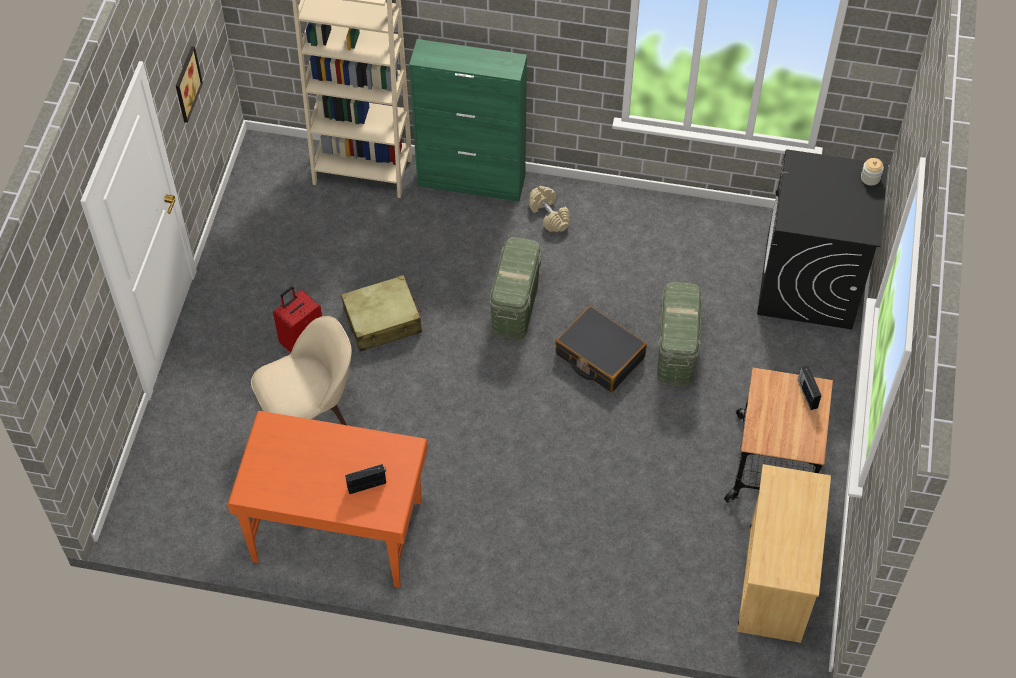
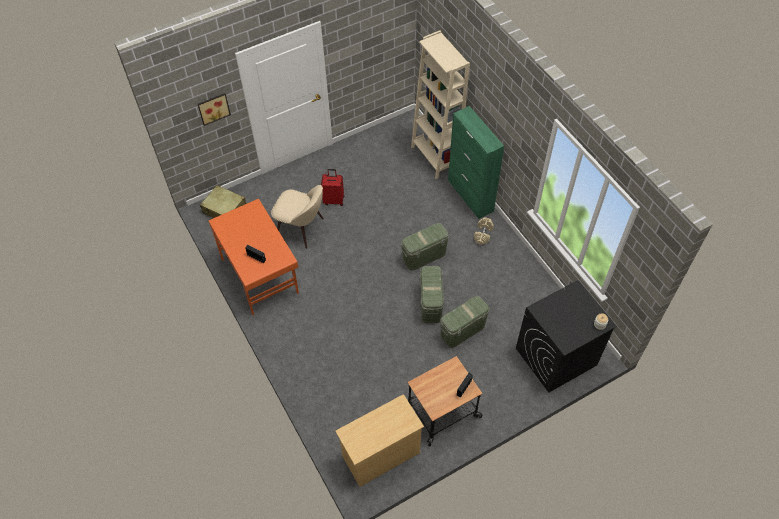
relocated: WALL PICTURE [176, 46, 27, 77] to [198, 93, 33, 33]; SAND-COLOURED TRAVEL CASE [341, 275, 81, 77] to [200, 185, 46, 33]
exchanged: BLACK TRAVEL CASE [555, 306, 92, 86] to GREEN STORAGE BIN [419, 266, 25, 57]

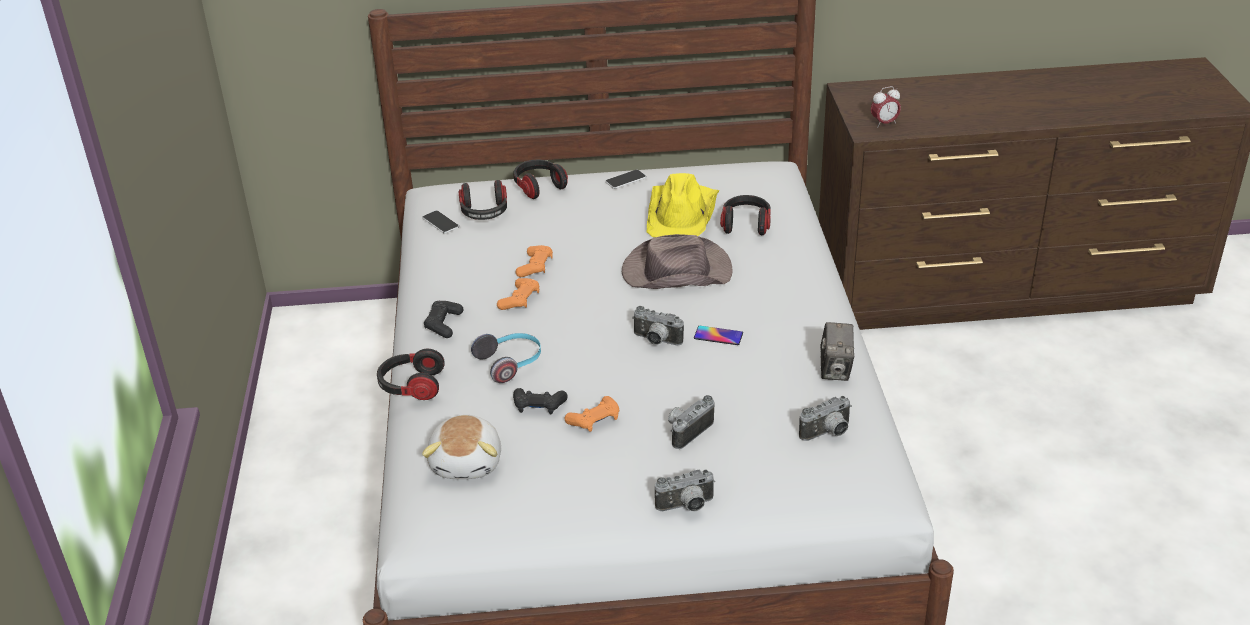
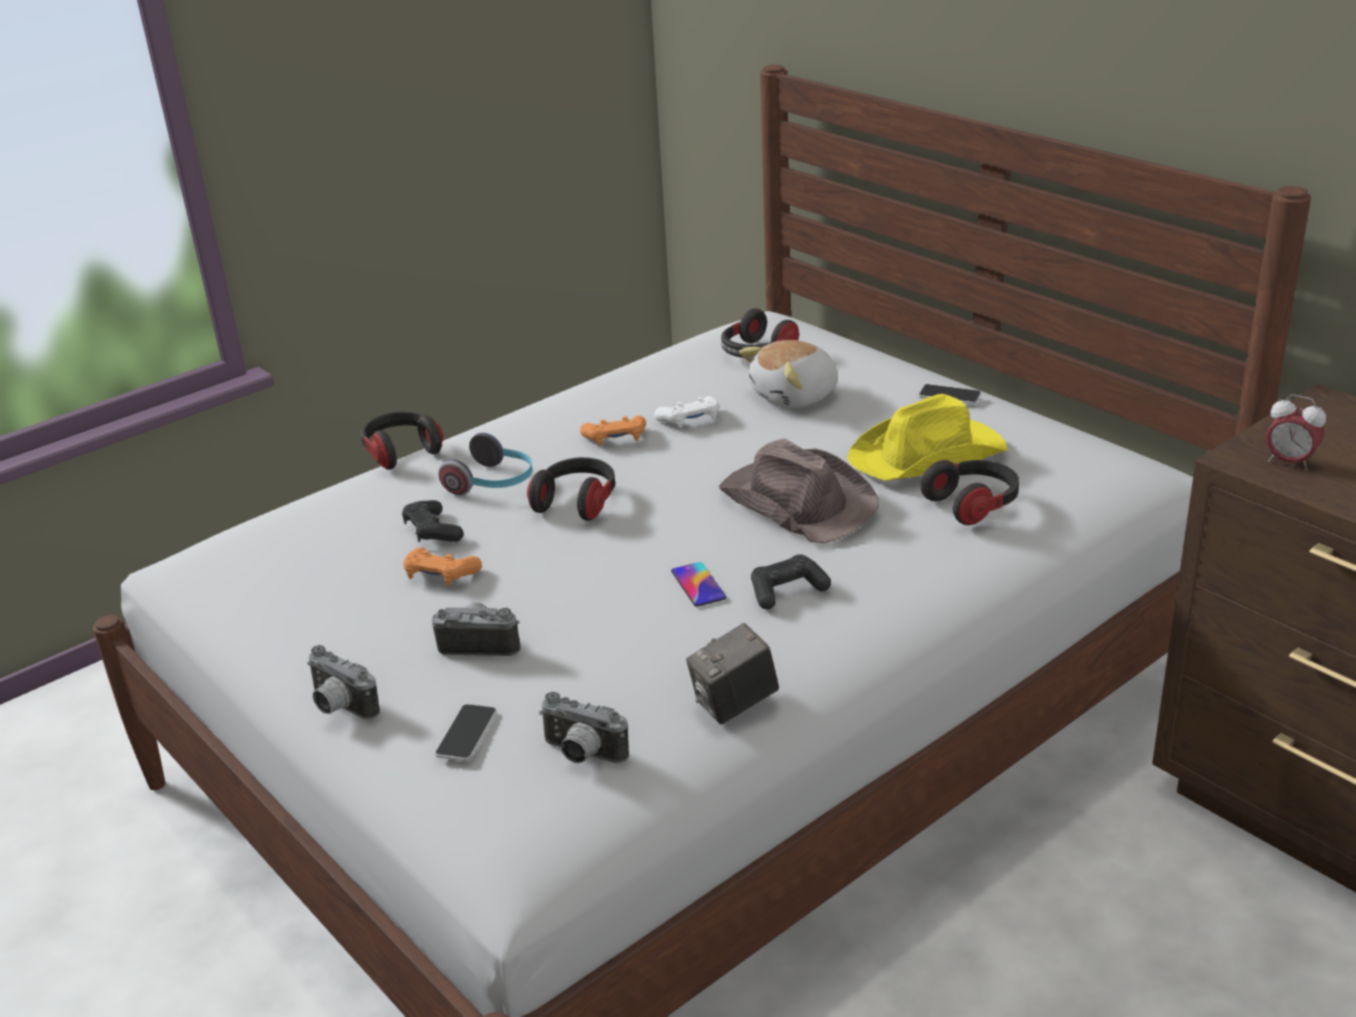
missing: STILL CAMERA [632, 306, 52, 39]
relocated: HANDSET [422, 210, 37, 24] to [435, 704, 62, 57]; SOFT TOY [422, 415, 79, 64] to [739, 340, 99, 68]; BLACK GAME CONTROLLER [424, 301, 39, 37] to [751, 554, 80, 56]; PAIR OF HEADPHONES [513, 160, 55, 39] to [527, 457, 88, 64]
colour: ORANGEY GAME CONTROLLER [516, 245, 37, 32] to WHITE-COLOURED GAME CONTROLLER [654, 396, 65, 32]

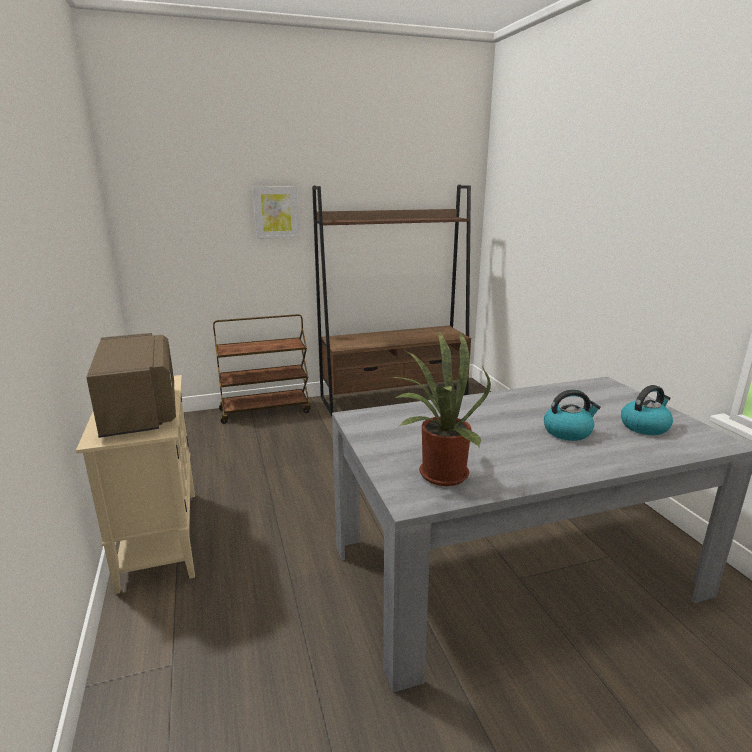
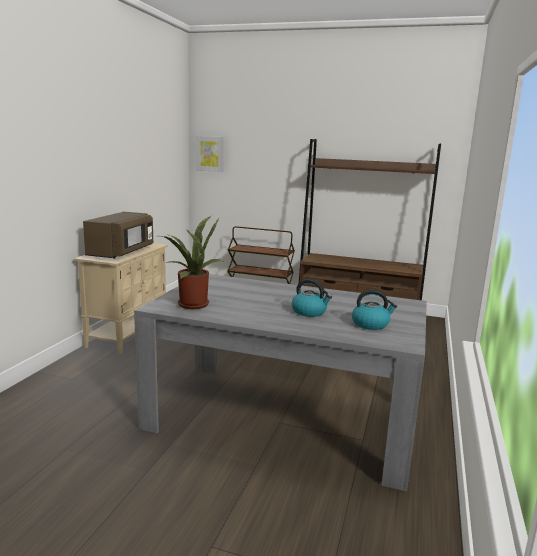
relocated: WALL PICTURE [252, 186, 47, 53] to [196, 136, 28, 36]

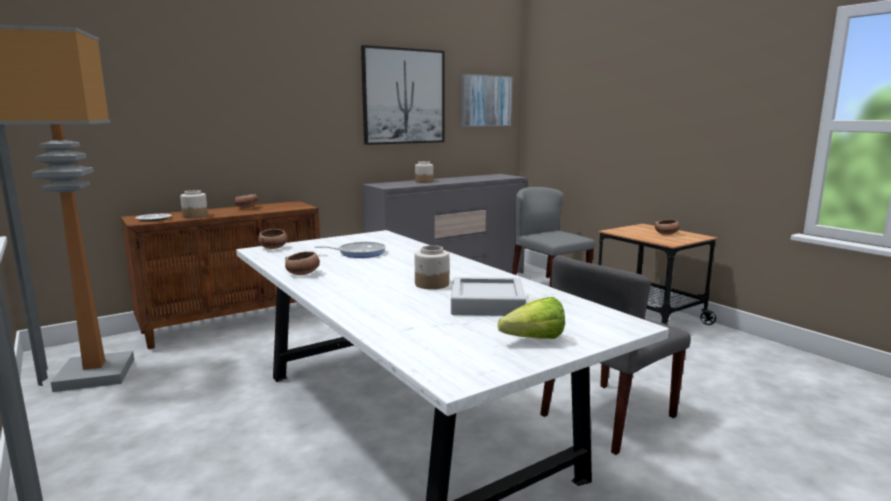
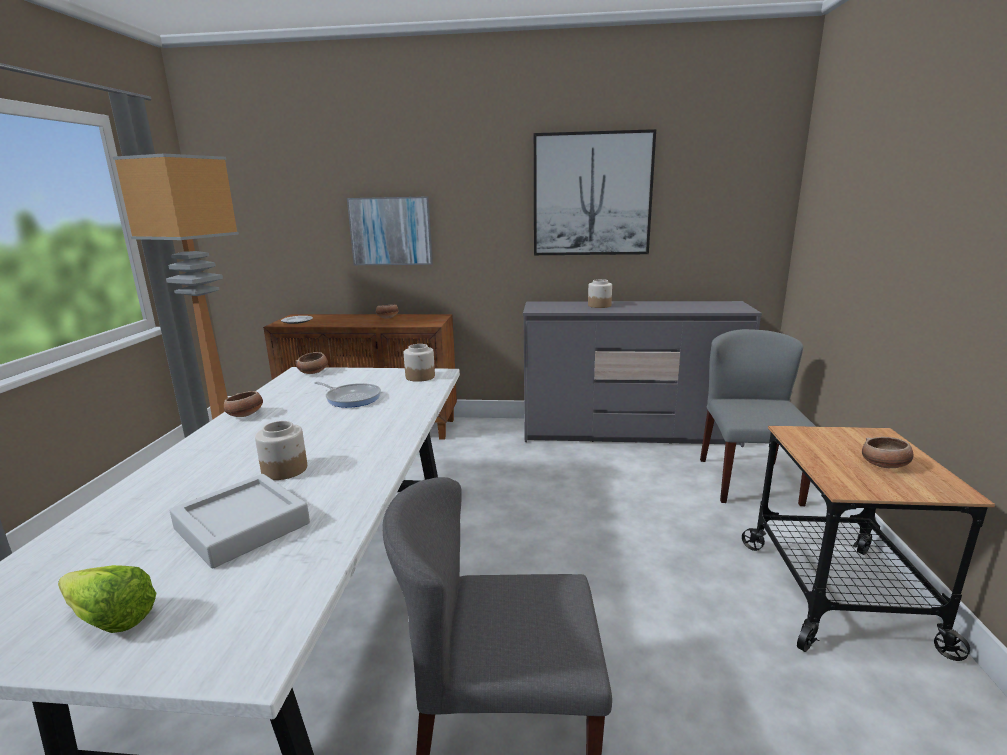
relocated: STORAGE JAR [180, 190, 28, 29] to [404, 344, 31, 38]; WALL PICTURE [461, 74, 52, 53] to [347, 196, 86, 69]

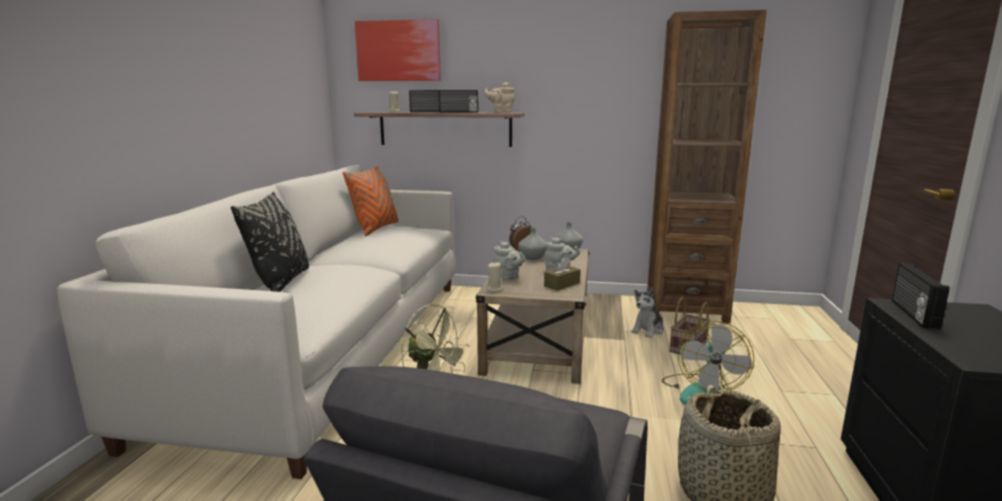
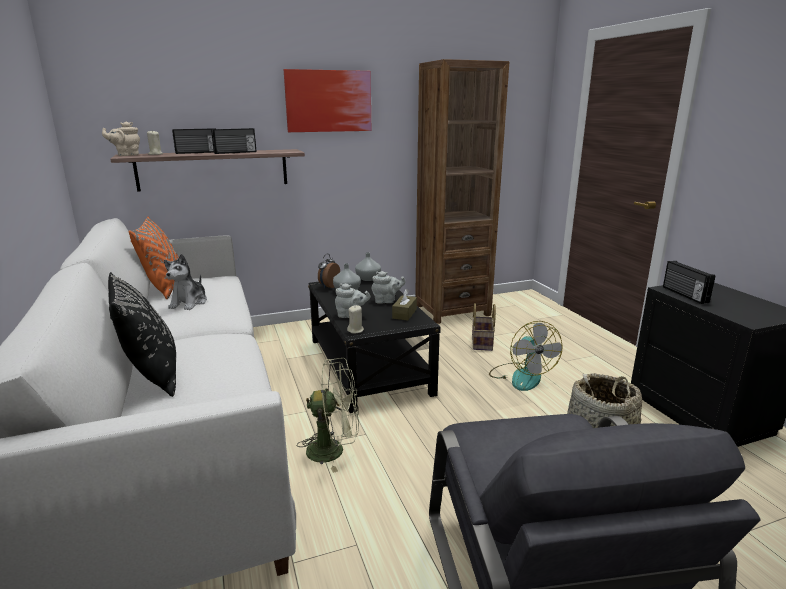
relocated: WALL PICTURE [355, 19, 86, 62] to [284, 69, 87, 63]; SAND-COLOURED TEAPOT [484, 82, 31, 31] to [102, 122, 38, 34]; SOFT TOY [631, 287, 33, 51] to [164, 254, 43, 56]
colour: SAND-COLOURED LOUNGE TABLE [476, 246, 114, 138] to BLACK LOUNGE TABLE [308, 280, 133, 133]

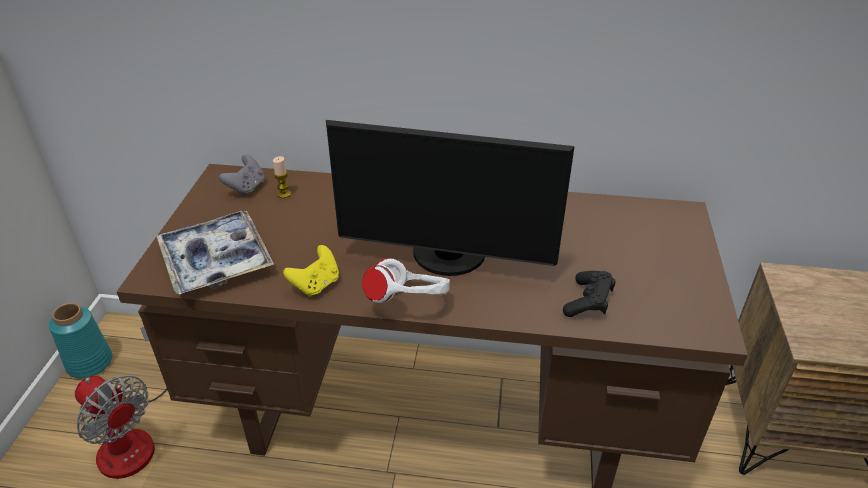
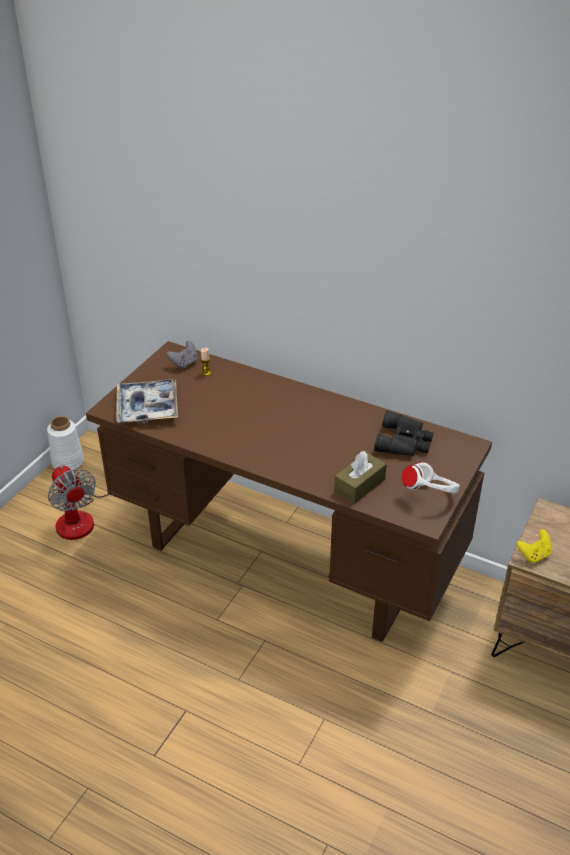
missing: COMPUTER SCREEN [326, 120, 249, 156]
appeared: BLACK PAIR OF BINOCULARS [374, 411, 59, 45]
relocated: YELLOW-COLOURED GAME CONTROLLER [283, 245, 56, 52] to [517, 530, 35, 33]; WHITE-COLOURED PAIR OF HEADPHONES [362, 258, 88, 45] to [402, 462, 58, 32]
exchanged: BLACK GAME CONTROLLER [563, 271, 52, 46] to BROWN BOX OF TISSUES [334, 451, 53, 53]
colour: TURQUOISE-COLOURED FLOWER VASE [49, 303, 63, 75] to WHITE-COLOURED FLOWER VASE [47, 416, 37, 54]

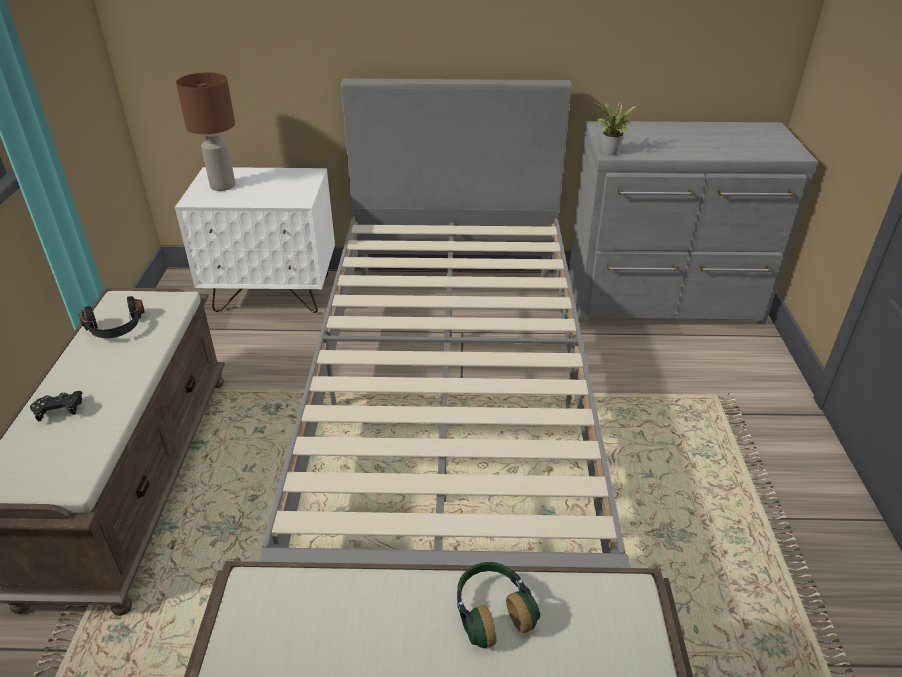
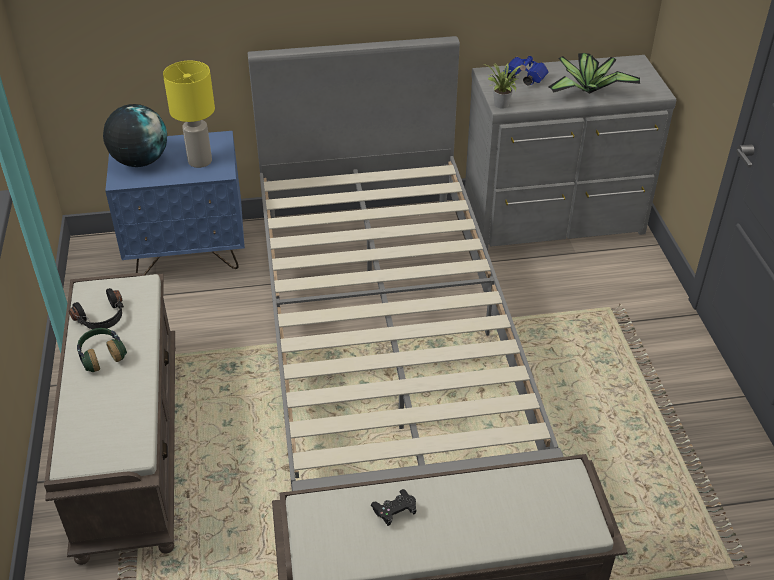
appeared: YELLOW-COLOURED TABLETOP LAMP [163, 61, 52, 107]; BLUISH PAIR OF BINOCULARS [503, 56, 45, 29]; PLANT IN A POT [549, 53, 91, 41]
relocated: BLACK GAME CONTROLLER [30, 391, 52, 30] to [371, 489, 46, 37]; PAIR OF HEADPHONES [457, 562, 83, 86] to [77, 328, 50, 44]
exchanged: BROWN TABLETOP LAMP [176, 72, 59, 119] to WORLD GLOBE [103, 104, 64, 63]
colour: WHITE-COLOURED NIGHT TABLE [175, 167, 160, 146] to BLUISH NIGHT TABLE [105, 131, 140, 144]

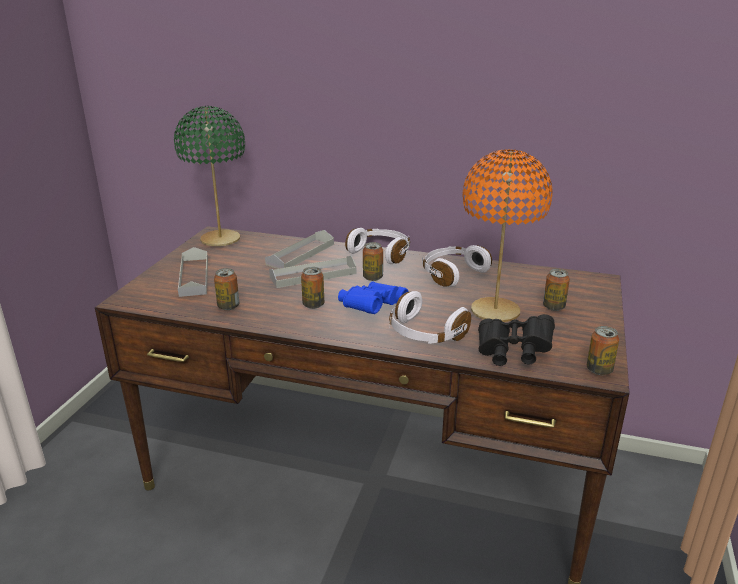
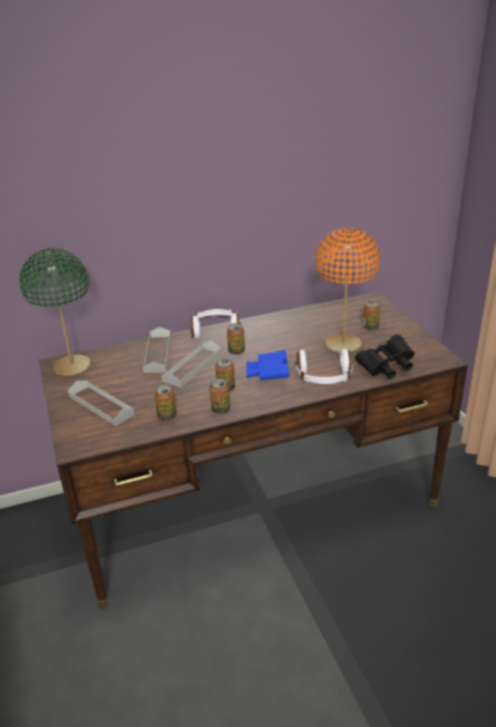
missing: WHITE-COLOURED PAIR OF HEADPHONES [422, 245, 70, 42]
relocated: CAN [587, 326, 32, 49] to [210, 378, 20, 36]

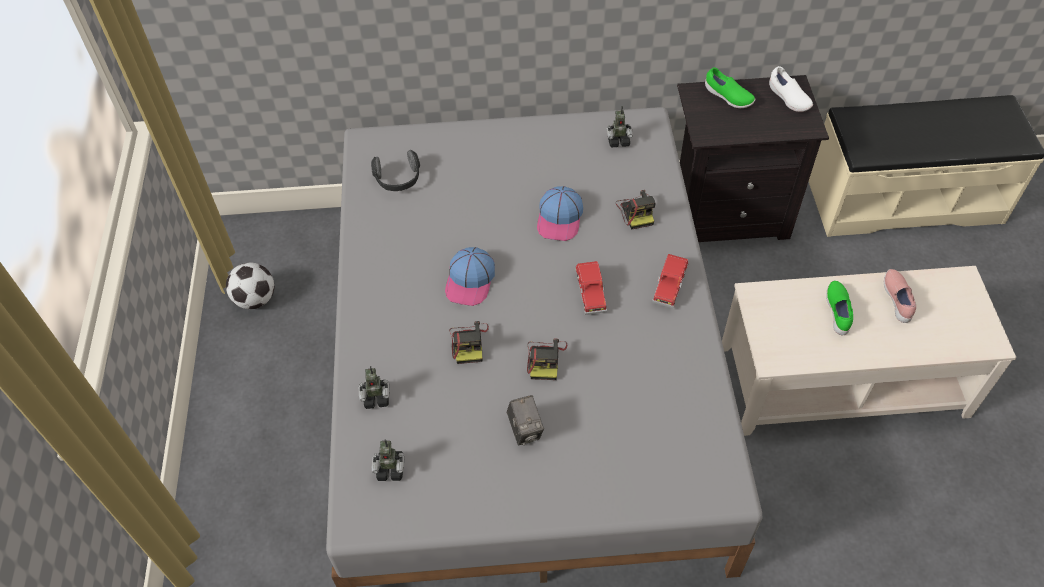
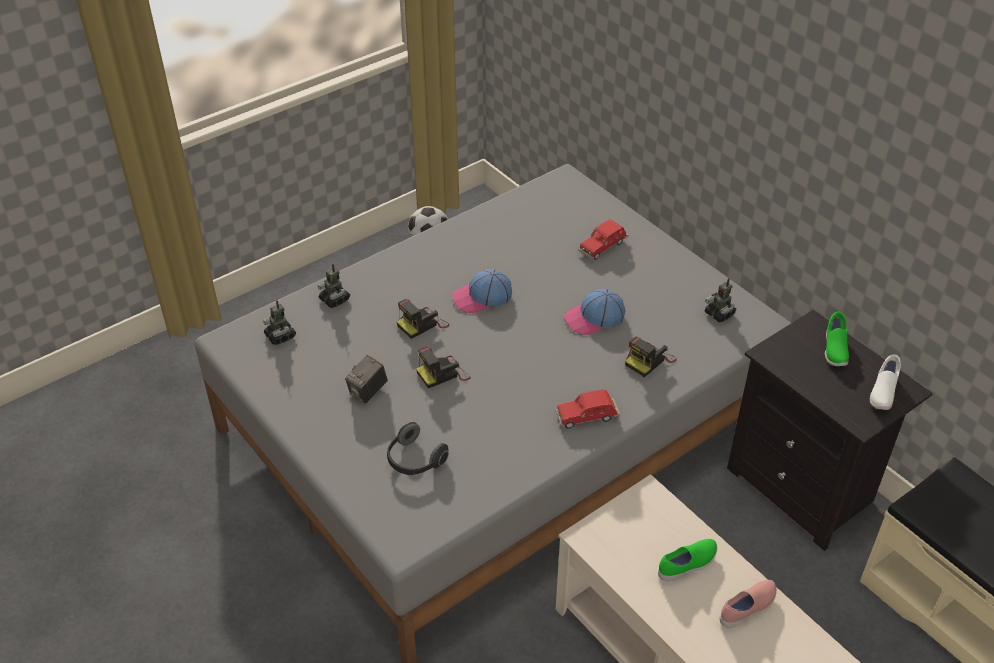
relocated: PAIR OF HEADPHONES [371, 150, 49, 41] to [387, 422, 62, 53]; RED-COLOURED MODEL CAR [575, 261, 32, 54] to [578, 219, 50, 41]

